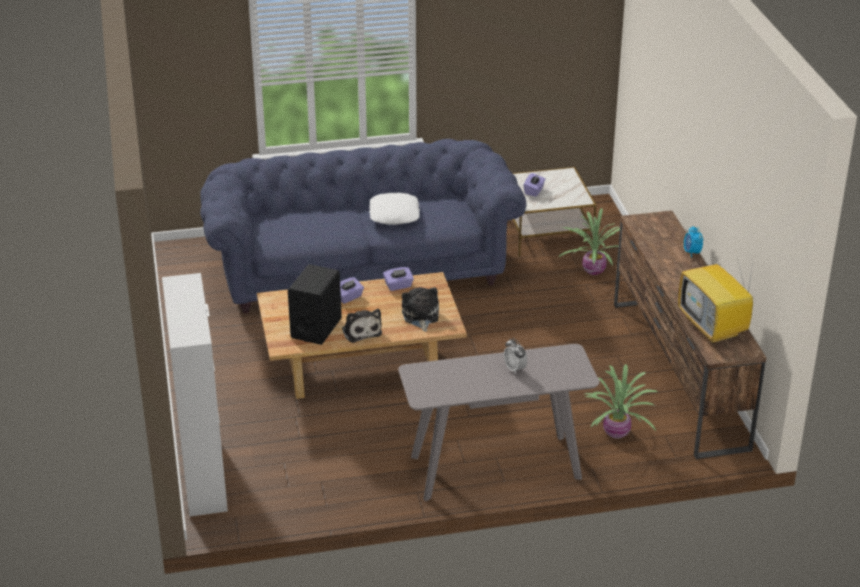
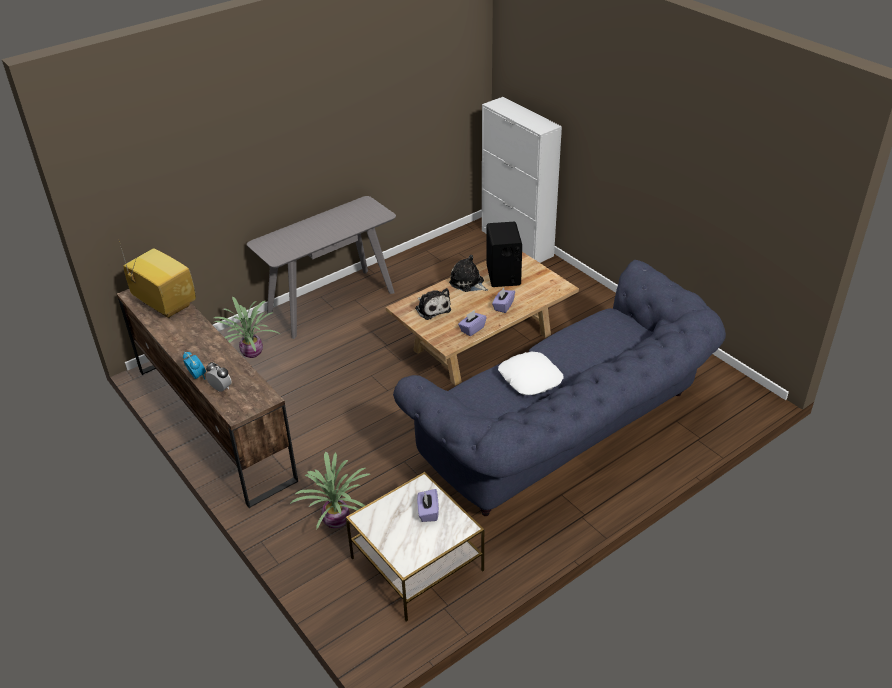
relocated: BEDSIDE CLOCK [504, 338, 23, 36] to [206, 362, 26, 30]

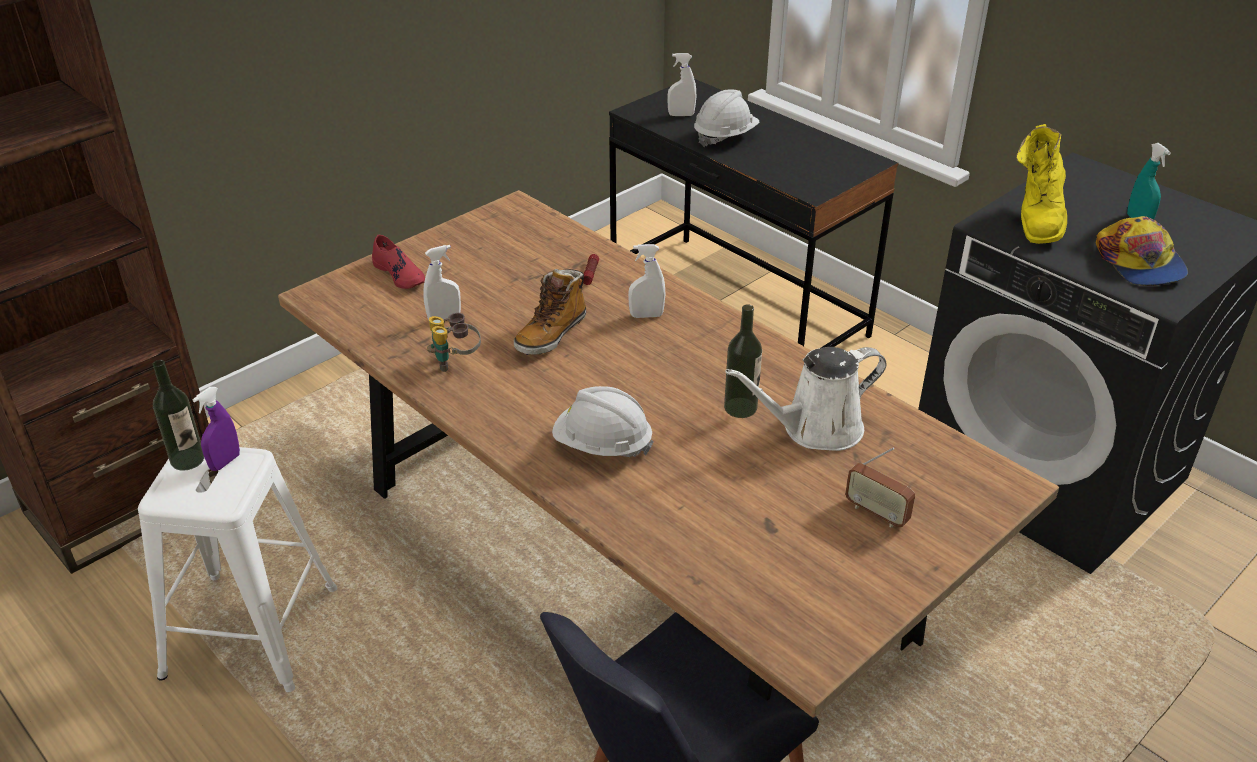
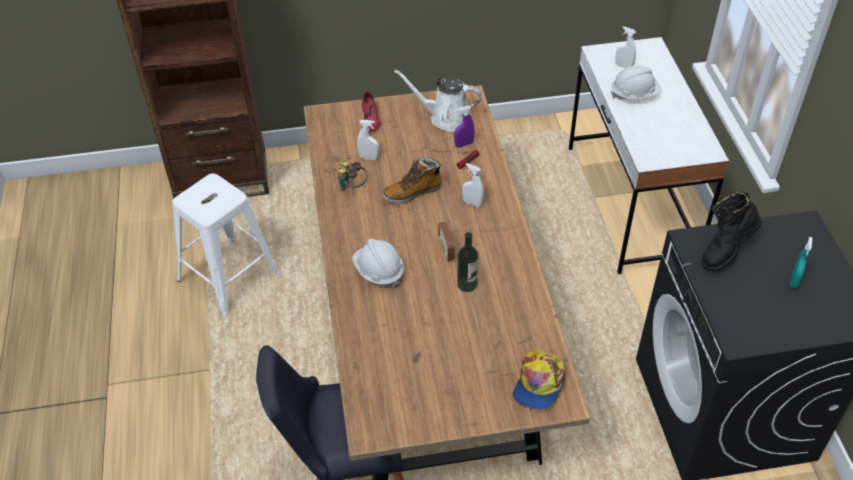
missing: DRINK BOTTLE [152, 360, 52, 111]
relocated: PURPLE-COLOURED HAND SPRAYER [192, 387, 48, 84] to [454, 106, 20, 41]; WHITE-COLOURED WATERING CAN [726, 347, 161, 104] to [394, 70, 88, 62]; RADIO [845, 448, 70, 80] to [438, 220, 17, 41]; PEAKED CAP [1096, 216, 92, 70] to [513, 350, 52, 60]
colour: BLACK DESK UNIT [609, 79, 289, 269] to WHITE-COLOURED DESK UNIT [569, 37, 160, 237]; YELLOW-COLOURED HIGH-TOP BOOT [1016, 124, 51, 120] to BLACK HIGH-TOP BOOT [701, 191, 61, 81]

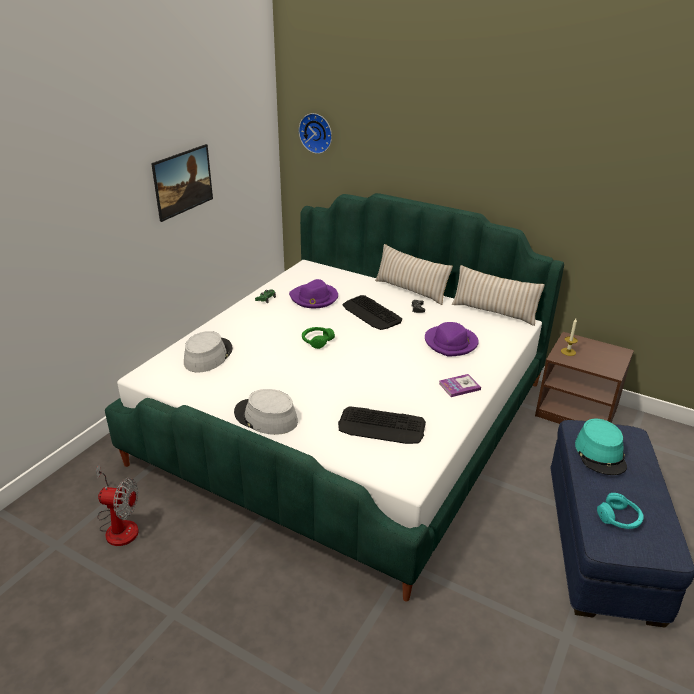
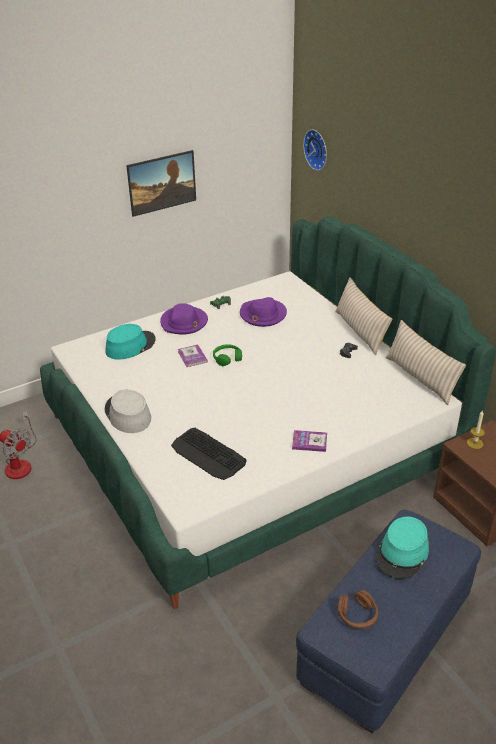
missing: COMPUTER KEYBOARD [342, 295, 60, 35]
appeared: BOUND BOOK [178, 344, 30, 23]
relocated: PURPLE-COLOURED CLOTHING HAT [425, 322, 54, 35] to [160, 303, 48, 32]
colour: GREY CLOTHING HAT [184, 331, 49, 41] to TURQUOISE-COLOURED CLOTHING HAT [105, 324, 51, 36]; TURQUOISE-COLOURED PAIR OF HEADPHONES [597, 493, 47, 36] to BROWN PAIR OF HEADPHONES [338, 590, 40, 39]

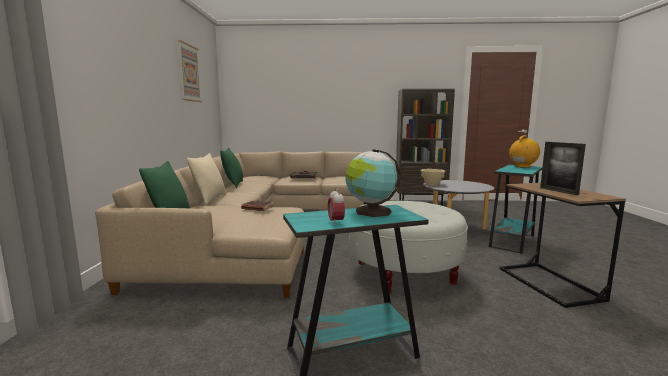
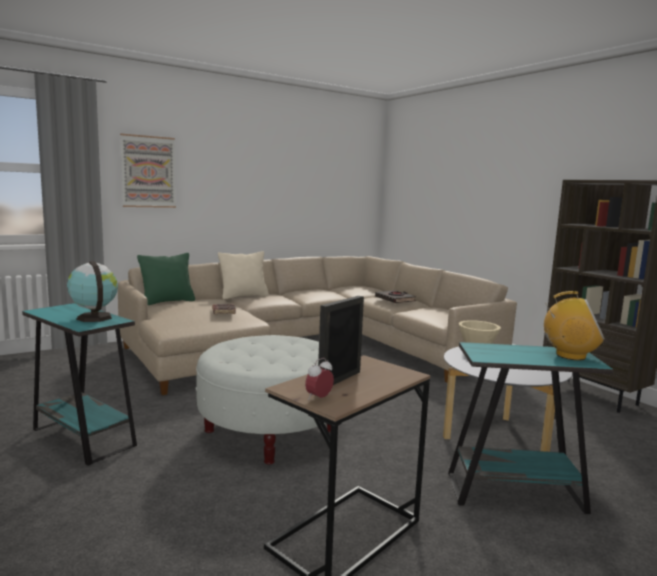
missing: GREEN PILLOW [220, 147, 23, 41]
relocated: WALL PICTURE [178, 40, 24, 62] to [120, 134, 56, 74]; BEDSIDE CLOCK [328, 188, 17, 38] to [305, 358, 29, 42]

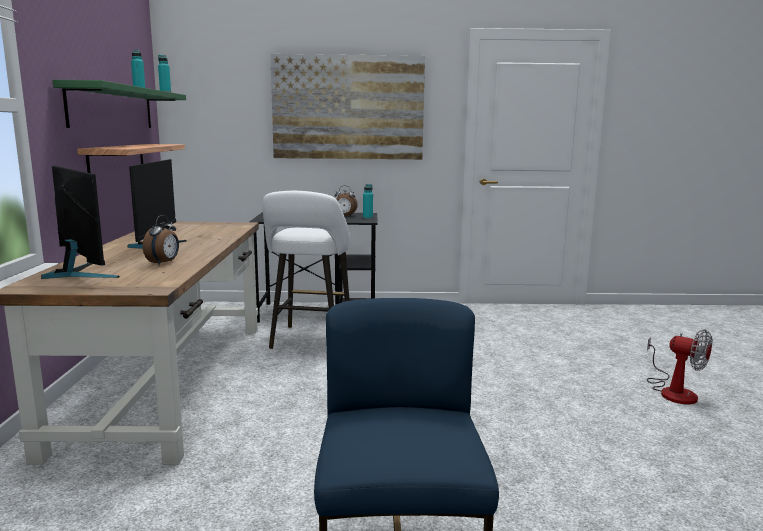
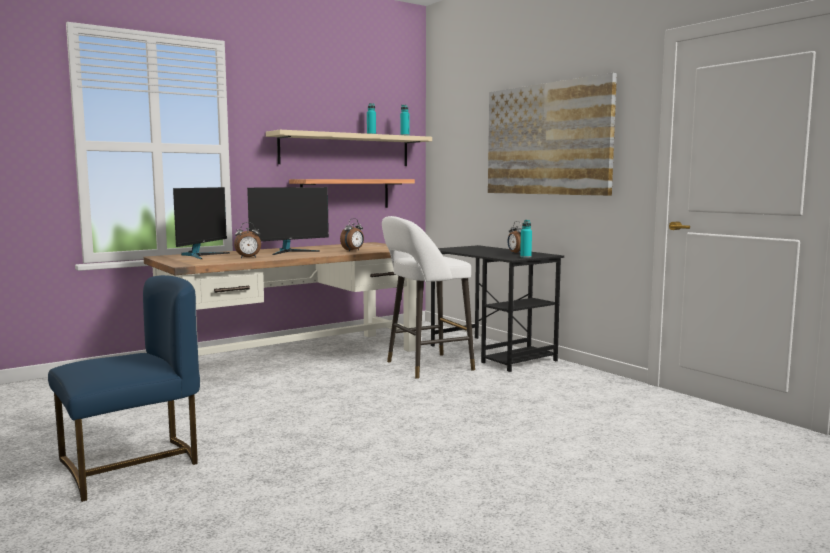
missing: ELECTRIC FAN [647, 329, 65, 75]
appeared: BEDSIDE CLOCK [340, 218, 24, 33]
colour: GREEN SHELF [52, 80, 134, 48] to SAND-COLOURED SHELF [266, 130, 166, 36]

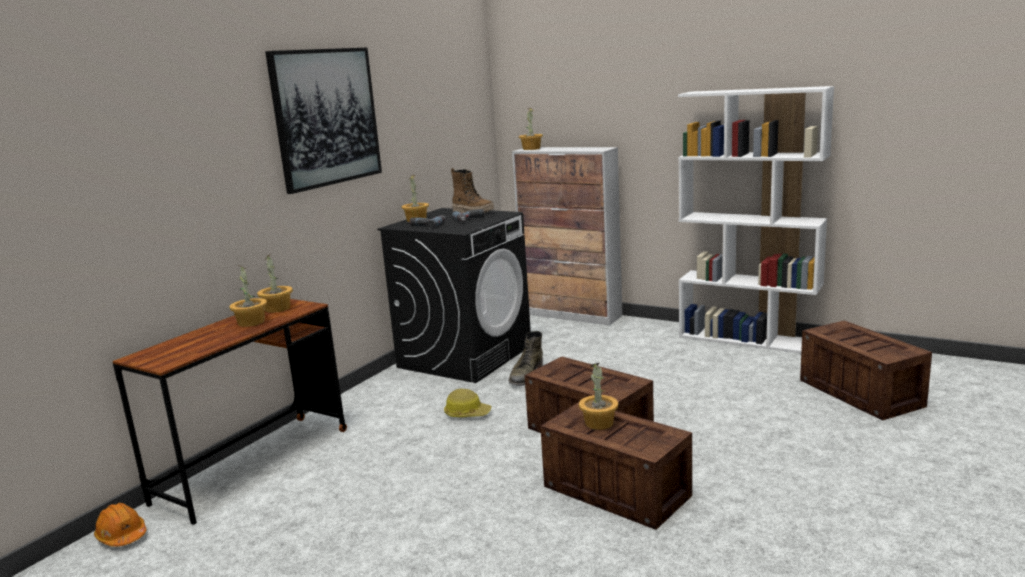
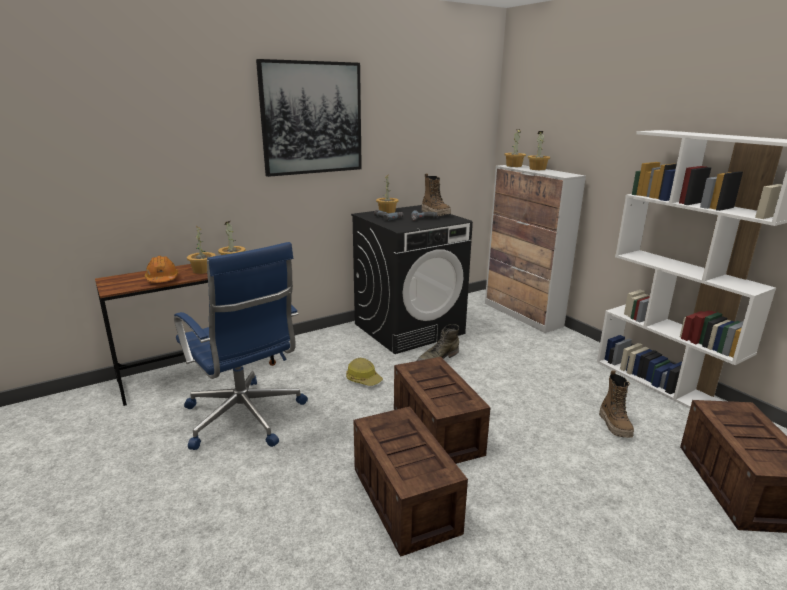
appeared: BLUISH COMPUTER CHAIR [174, 242, 134, 208]; HIGH-TOP BOOT [599, 370, 35, 68]
relocated: ORANGEY HARD HAT [94, 503, 53, 44] to [145, 256, 33, 27]; PLANT IN A POT [579, 363, 39, 67] to [528, 131, 22, 39]

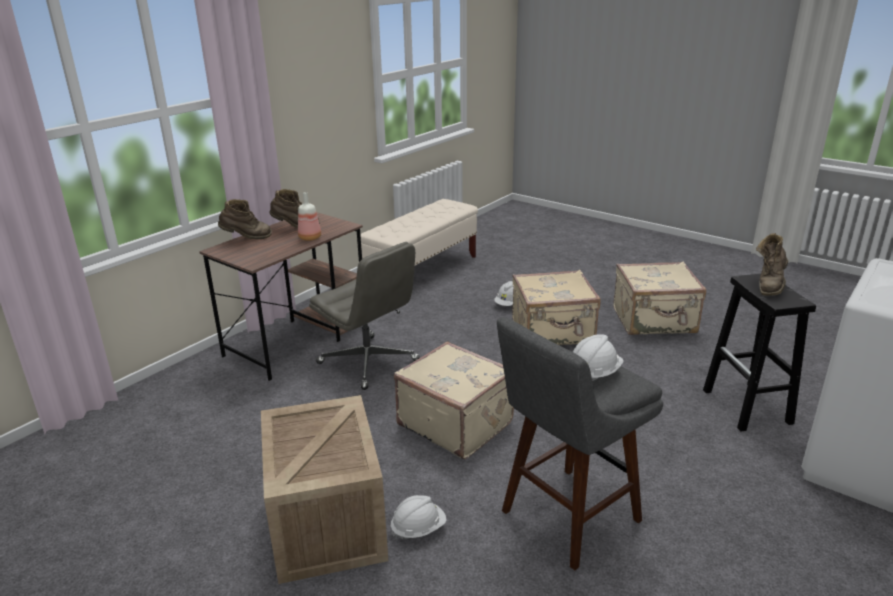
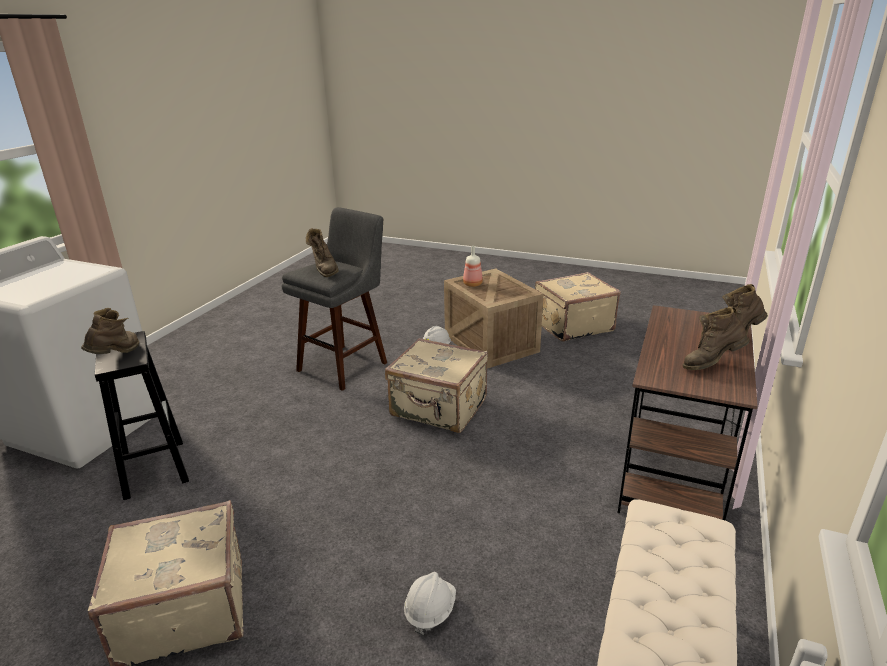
missing: GREY COMPUTER CHAIR [309, 242, 111, 148]
relocated: DRINK BOTTLE [298, 192, 23, 49] to [463, 246, 20, 41]; SAND-COLOURED TRAVEL CASE [512, 270, 89, 75] to [535, 272, 86, 70]
exchanged: WHITE-COLOURED HARD HAT [573, 334, 51, 47] to BROWN HIGH-TOP BOOT [306, 228, 32, 49]

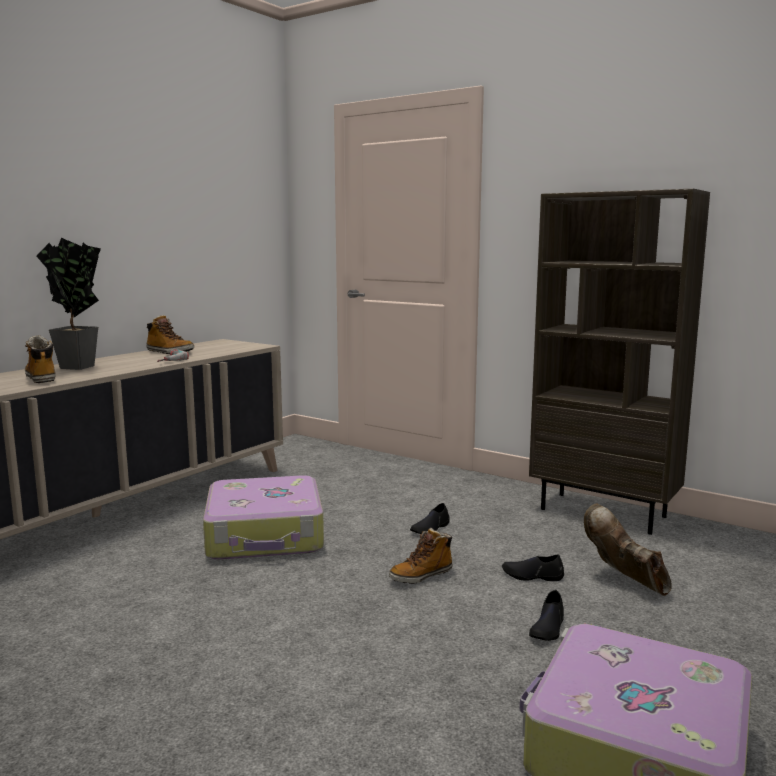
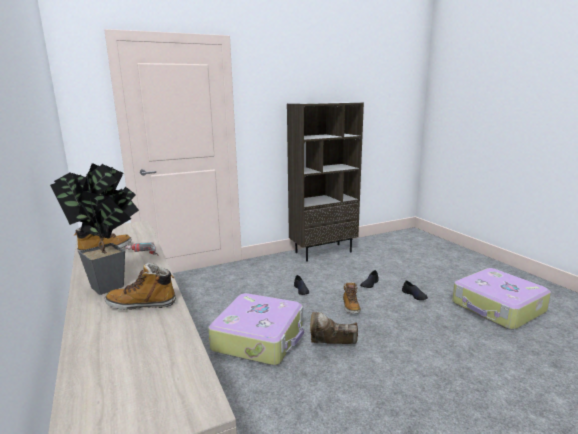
relocated: BROWN HIGH-TOP BOOT [584, 503, 88, 93] to [310, 312, 48, 32]

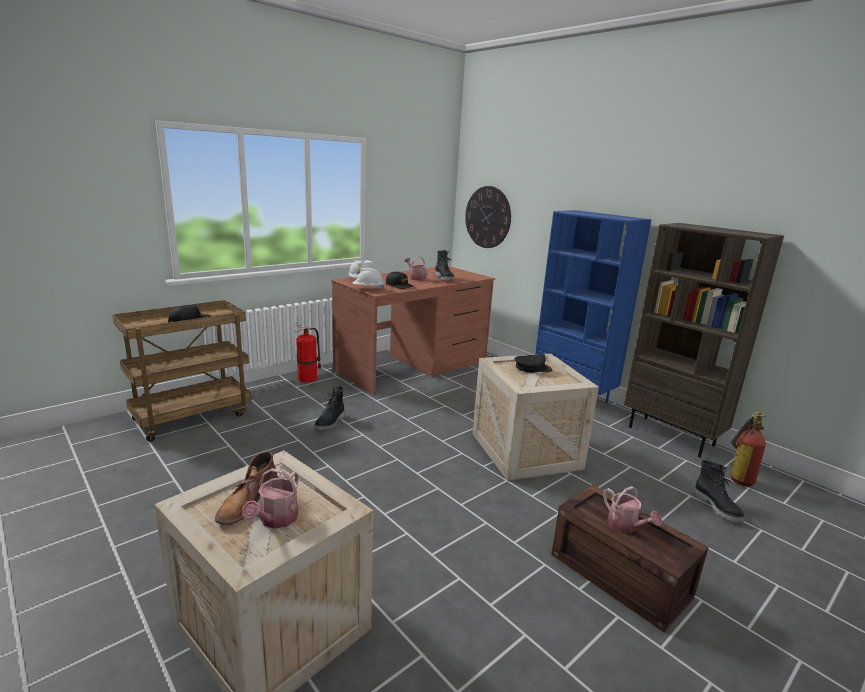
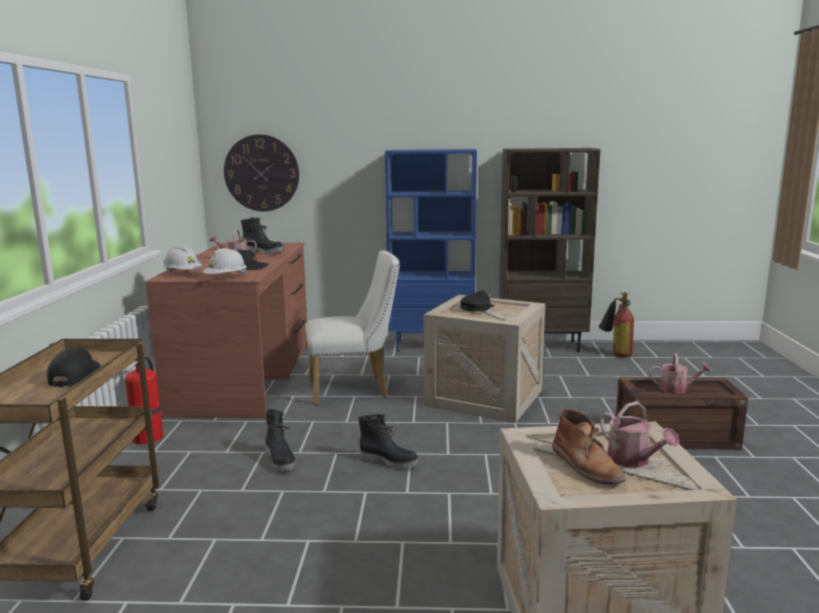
appeared: WHITE-COLOURED CHAIR [305, 250, 95, 155]
relocated: BLACK HIGH-TOP BOOT [694, 460, 50, 63] to [358, 414, 61, 55]

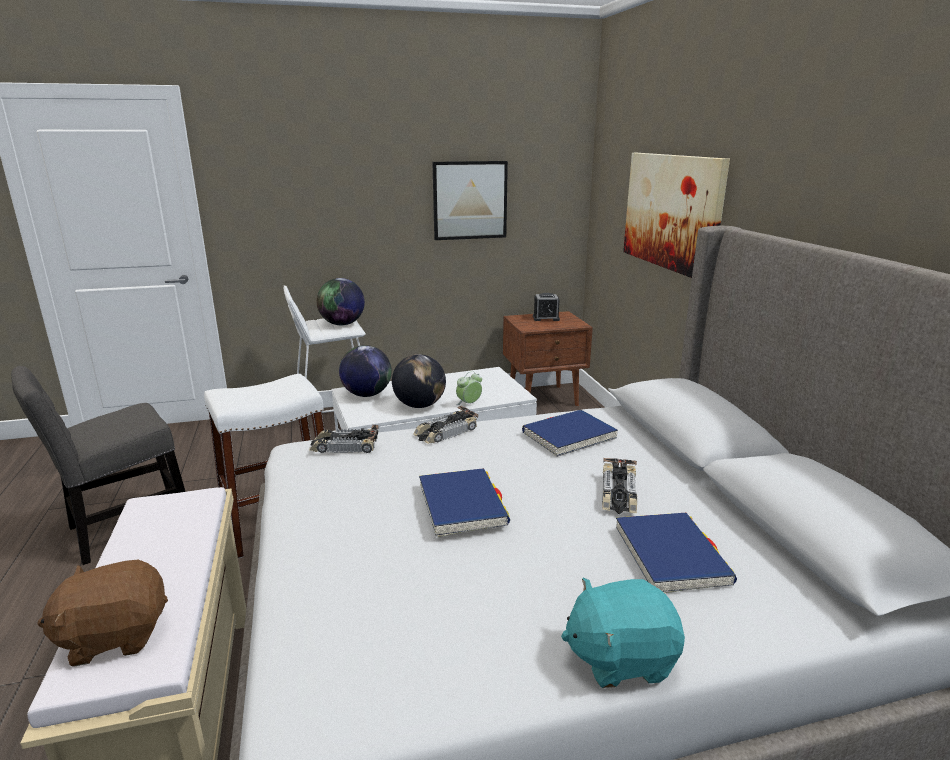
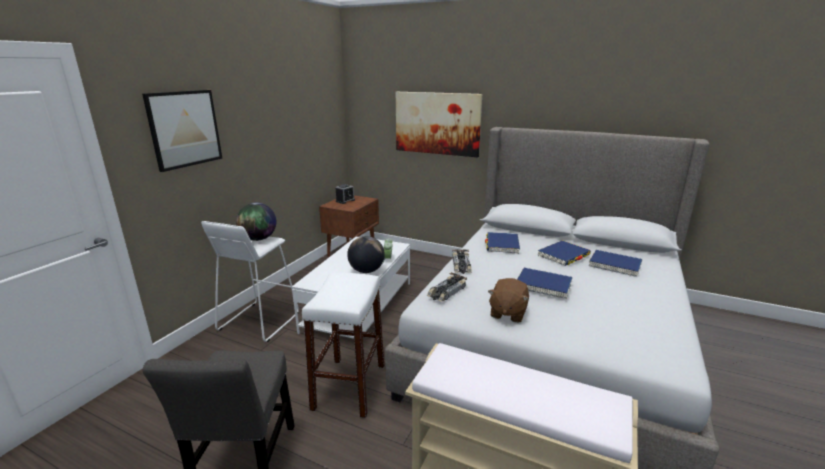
missing: WORLD GLOBE [339, 345, 53, 52]; TURQUOISE-COLOURED SOFT TOY [561, 578, 124, 110]
relocated: BROWN SOFT TOY [37, 560, 131, 107] to [488, 278, 41, 45]; WALL PICTURE [432, 161, 76, 79] to [142, 90, 80, 82]
exchanged: MODEL CAR [602, 458, 35, 56] to BLUISH BOUND BOOK [538, 240, 53, 26]

